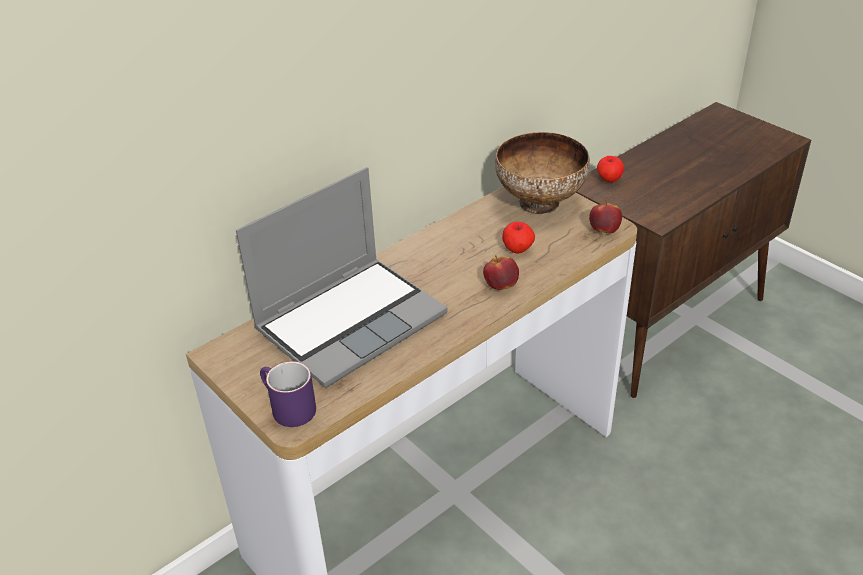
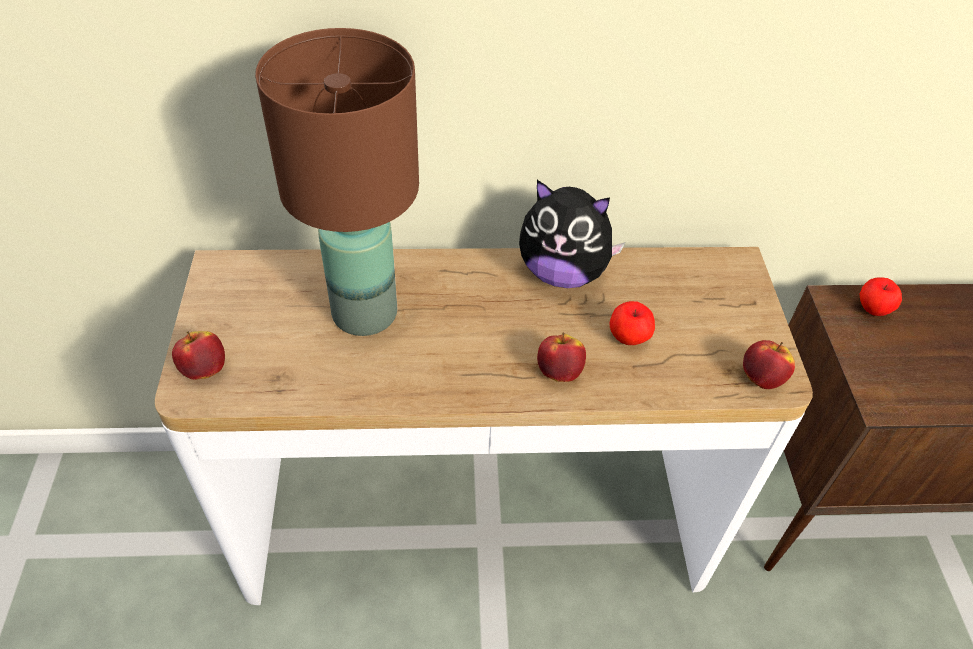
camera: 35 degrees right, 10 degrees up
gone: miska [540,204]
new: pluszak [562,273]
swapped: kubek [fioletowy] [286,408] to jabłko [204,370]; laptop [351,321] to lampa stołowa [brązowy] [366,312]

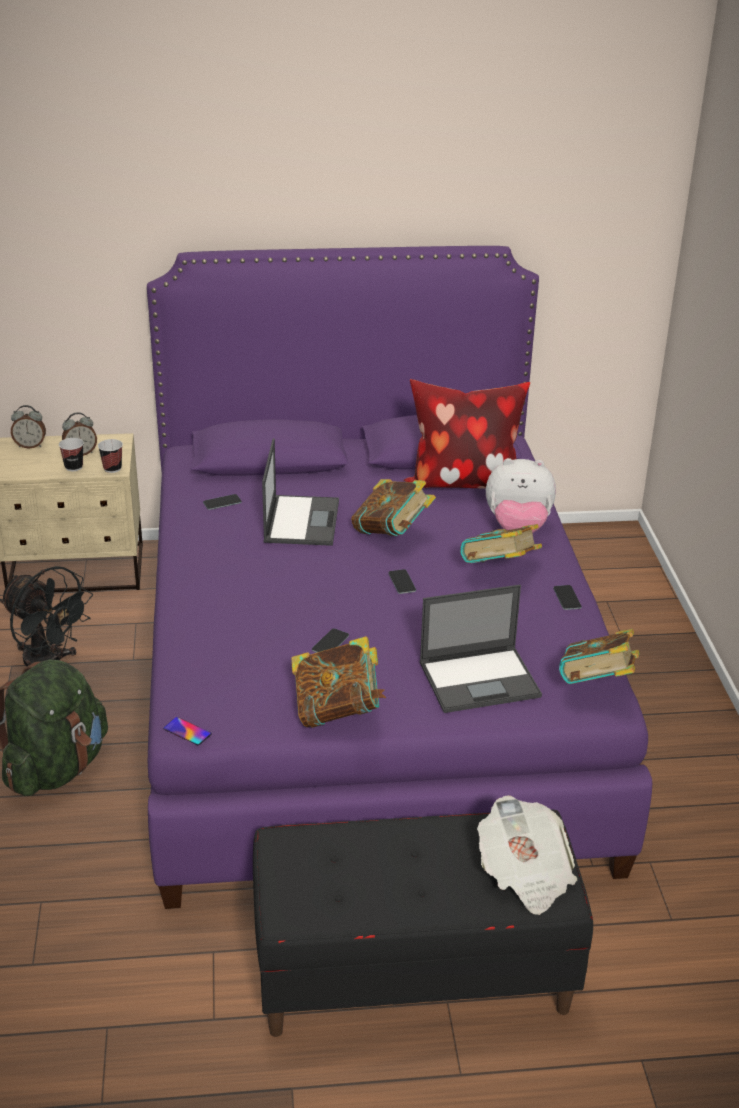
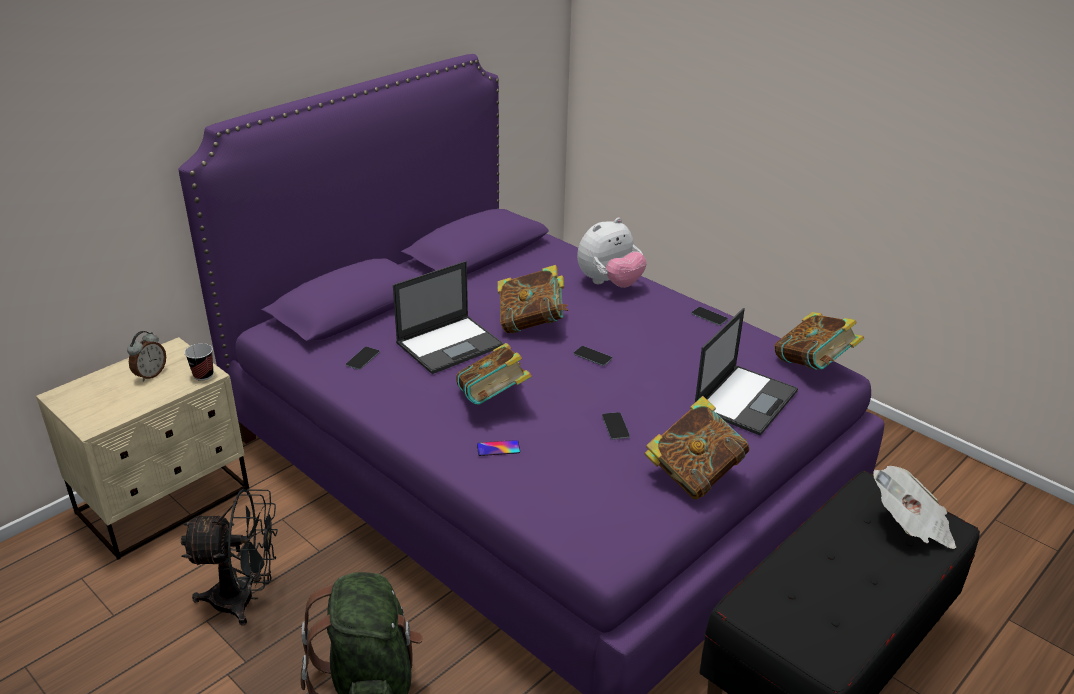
camera: 40 degrees left, 0 degrees up
gone: budzik [30,445]; filiżanka [73,467]; poduszka [463,482]
shifted: książka [499,571] to [493,400]; telefon [187,731] to [498,448]
rotated: laptop [301,520] = [450,344] 90 degrees clockwise

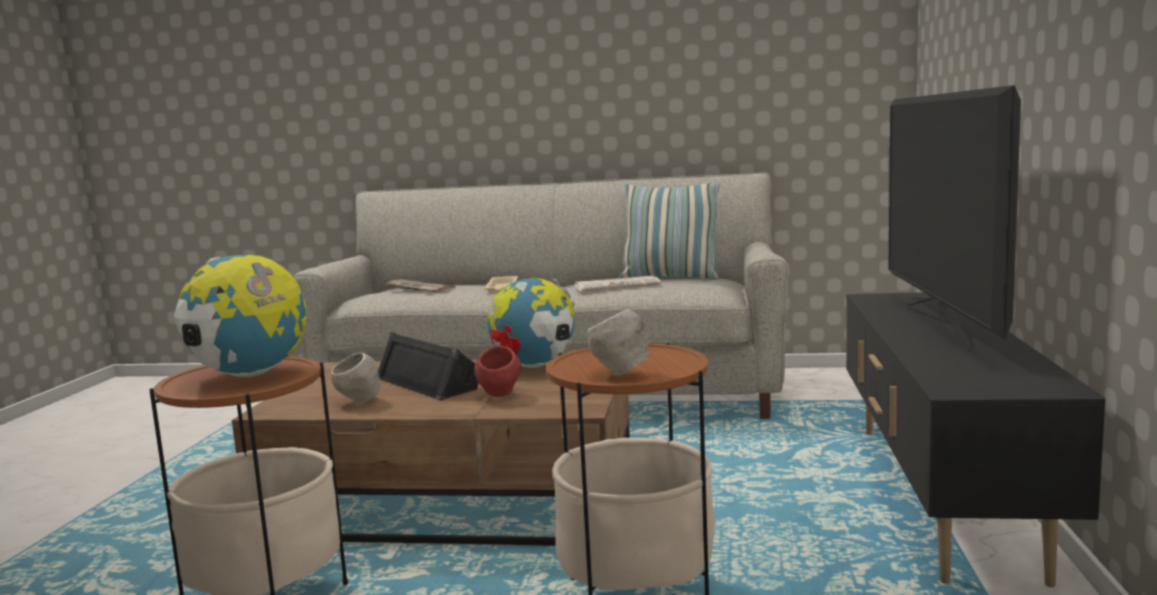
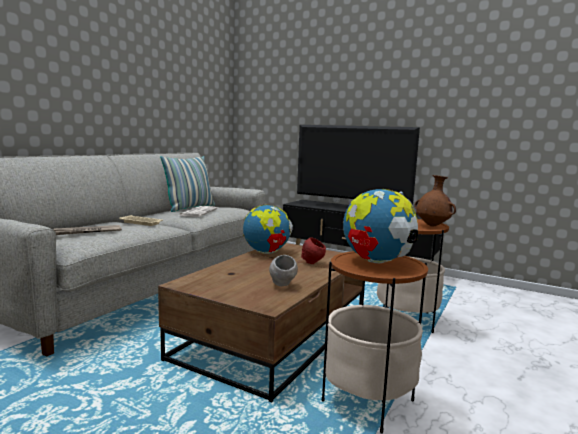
camera: 70 degrees left, 0 degrees up
gone: głośnik [czarny] [430,382]
swapped: miska [szary] [619,373] to wazon [brązowy] [433,226]

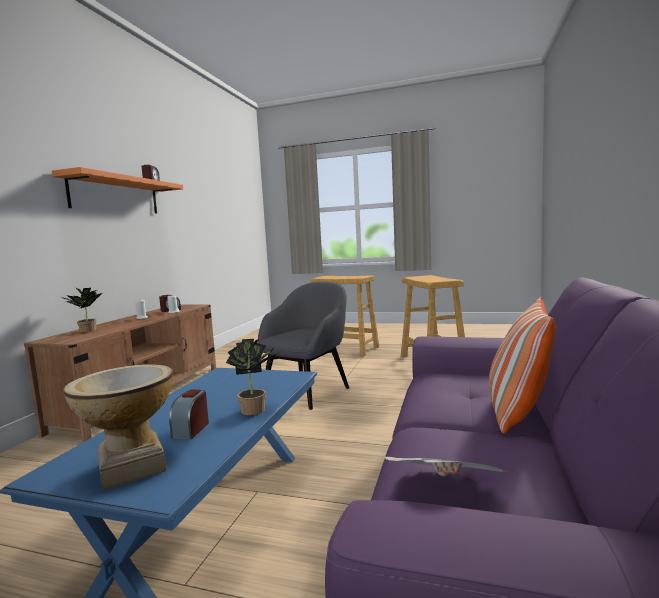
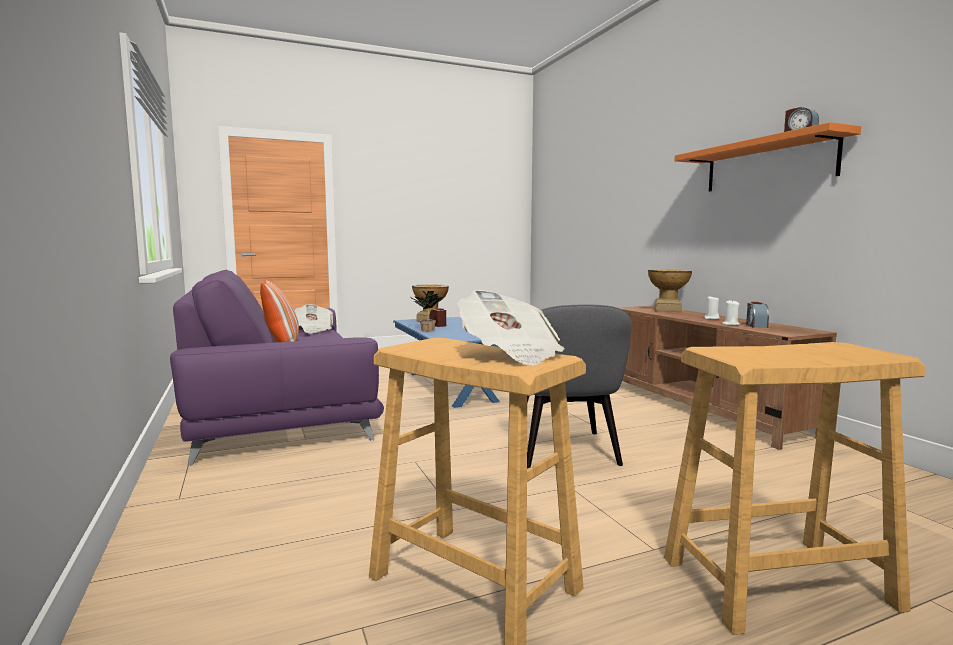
camera: 140 degrees right, 0 degrees up
new: gazeta [510,354]
swapped: roślina doniczkowa [85,331] to wazon [667,310]

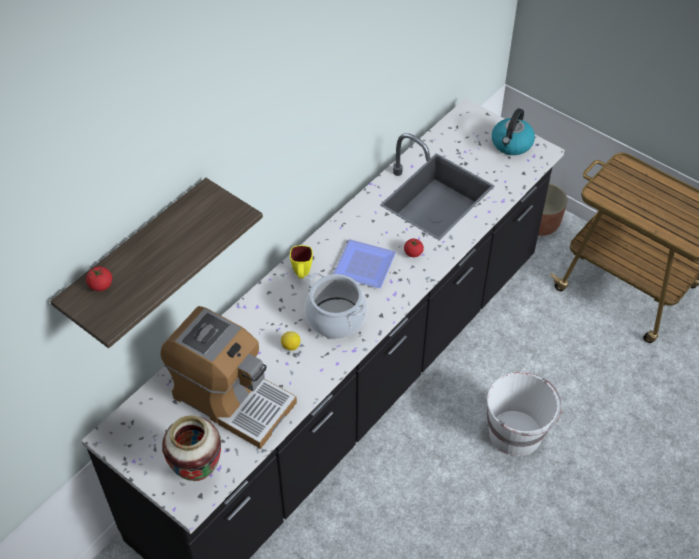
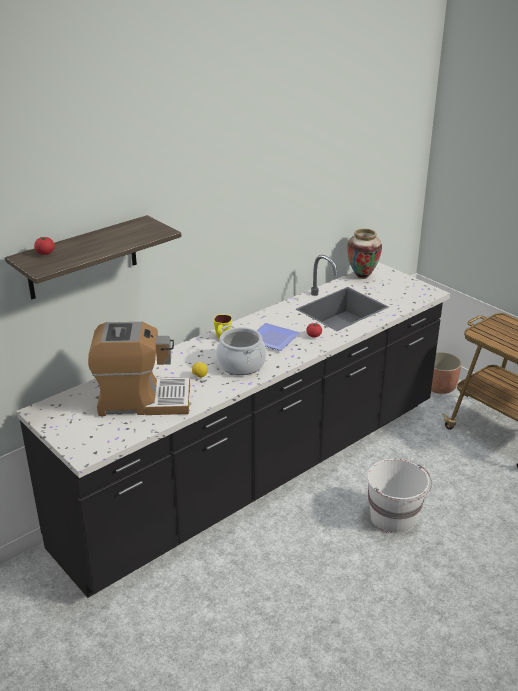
camera: 10 degrees right, 20 degrees down
gone: czajnik [511,144]
shifted: wazon [197,471] to [362,276]
rotated: ekspres do kawy [232,399] = [142,400] 45 degrees counterclockwise

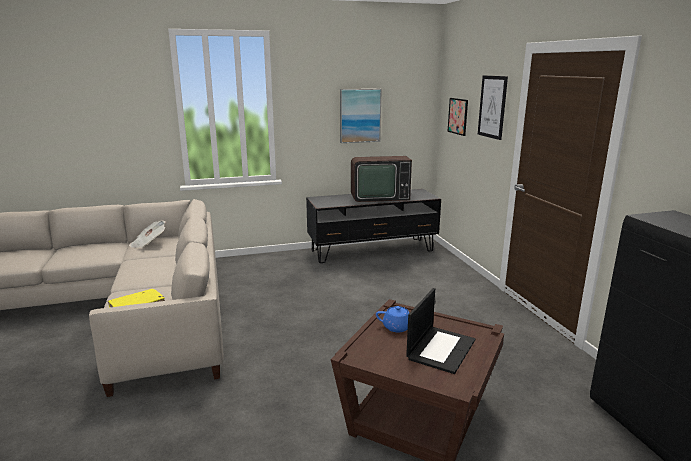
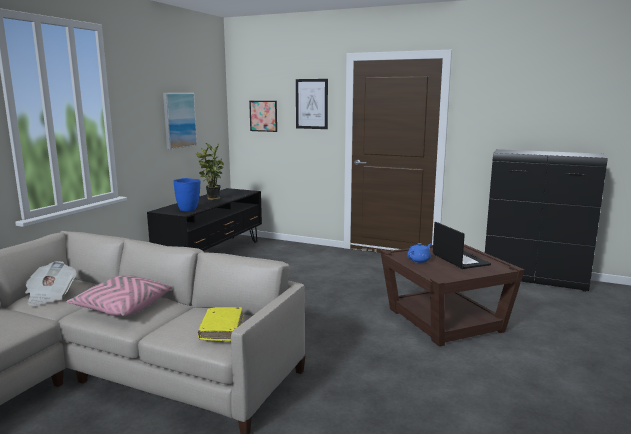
camera: 50 degrees left, 5 degrees down
new: poduszka [różowy] [122,307]; wazon [niebieski] [188,209]
swapped: telewizor [378,197] to roślina doniczkowa [212,199]

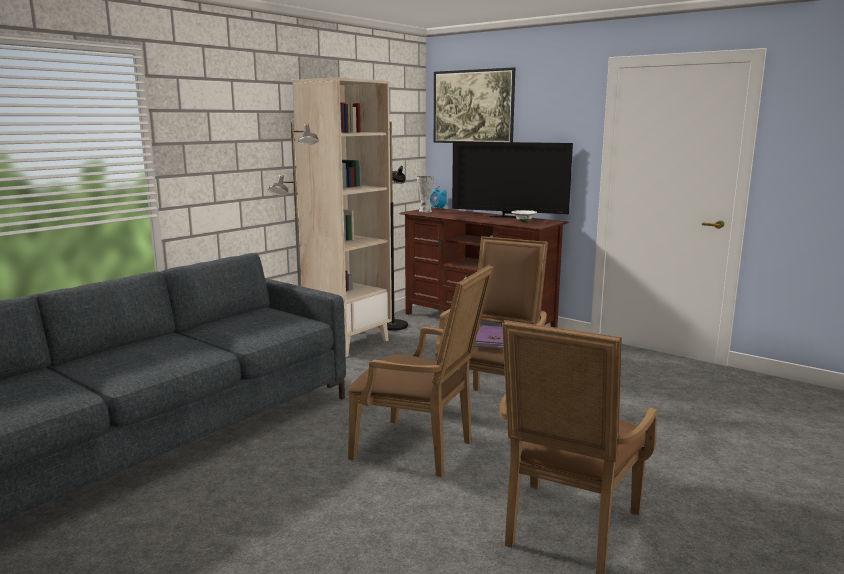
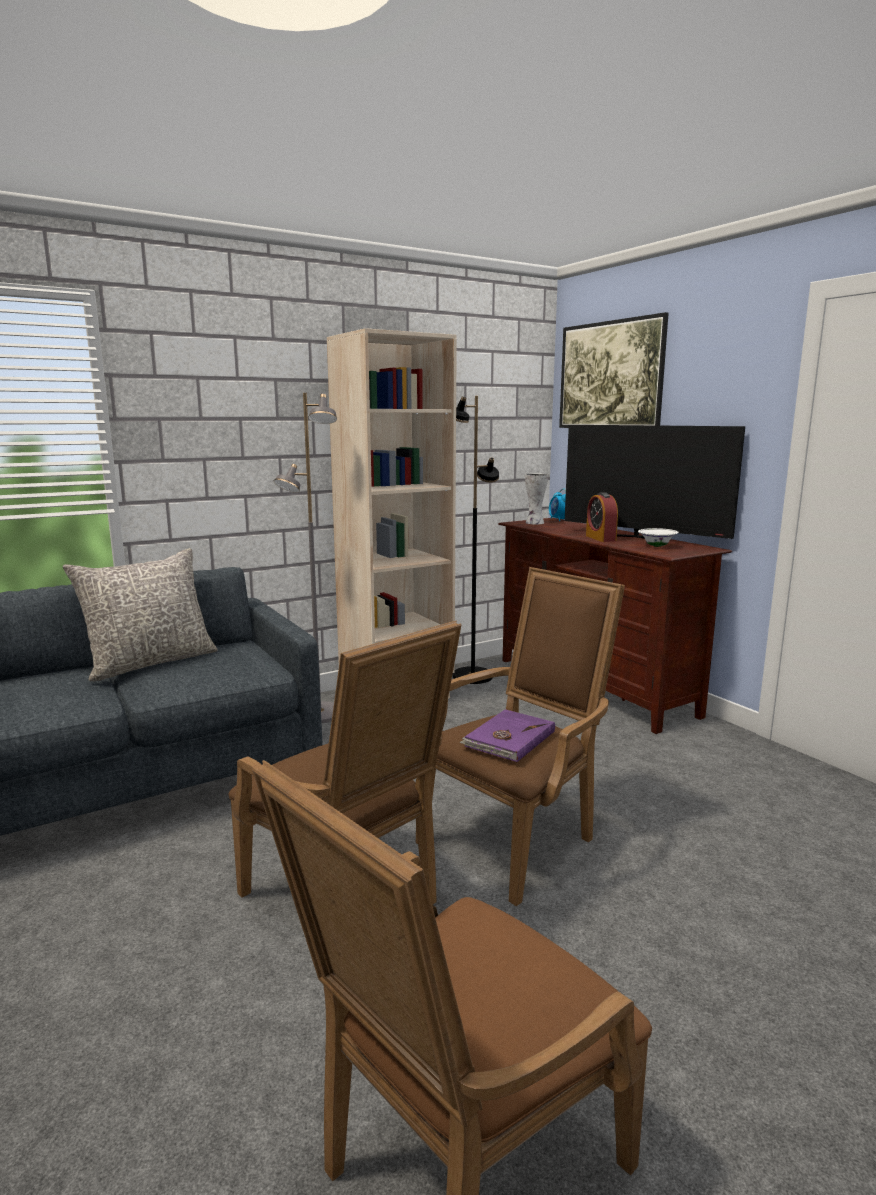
camera: 20 degrees right, 0 degrees up
new: poduszka [szary] [150,662]; budzik [600,538]

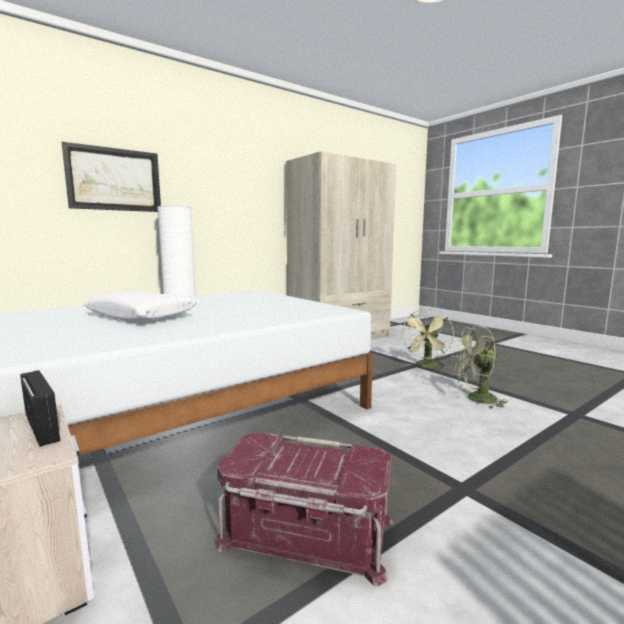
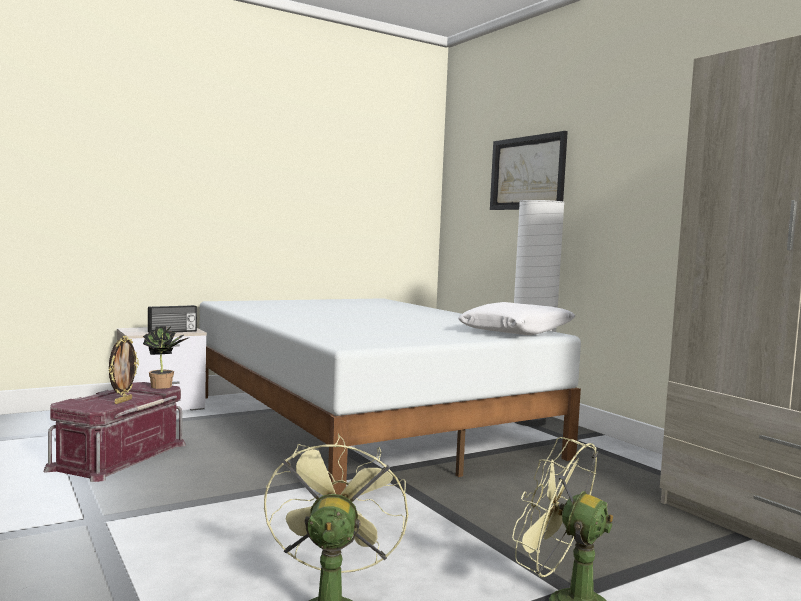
camera: 95 degrees right, 5 degrees down
new: ramka na zdjęcie [122,401]; roślina doniczkowa [164,386]
shifted: poduszka [biały] [141,316] to [518,331]

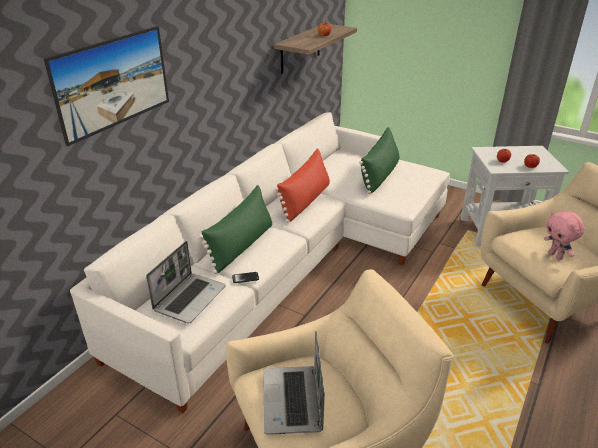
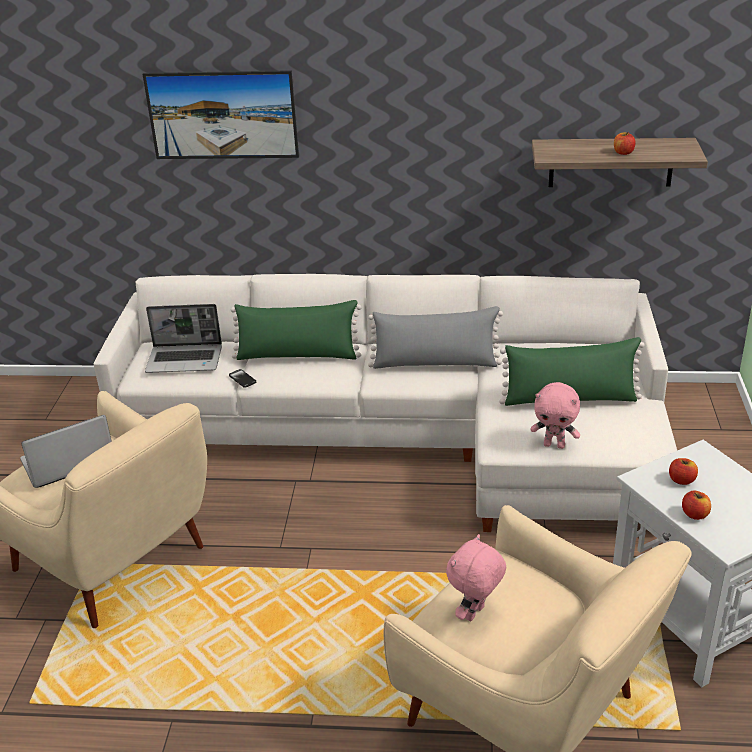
camera: 65 degrees right, 0 degrees up
new: pluszak [różowy] [554,445]
repainted: poduszka [czerwony] [305,201] to poduszka [szary] [435,363]

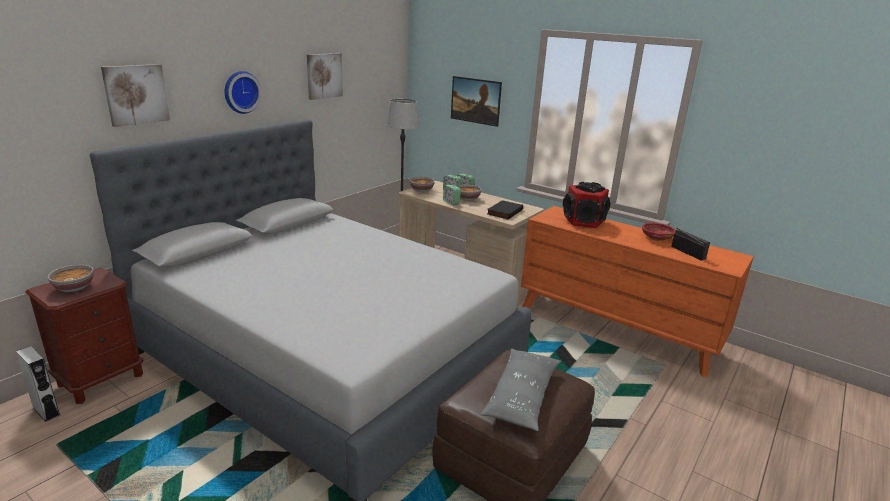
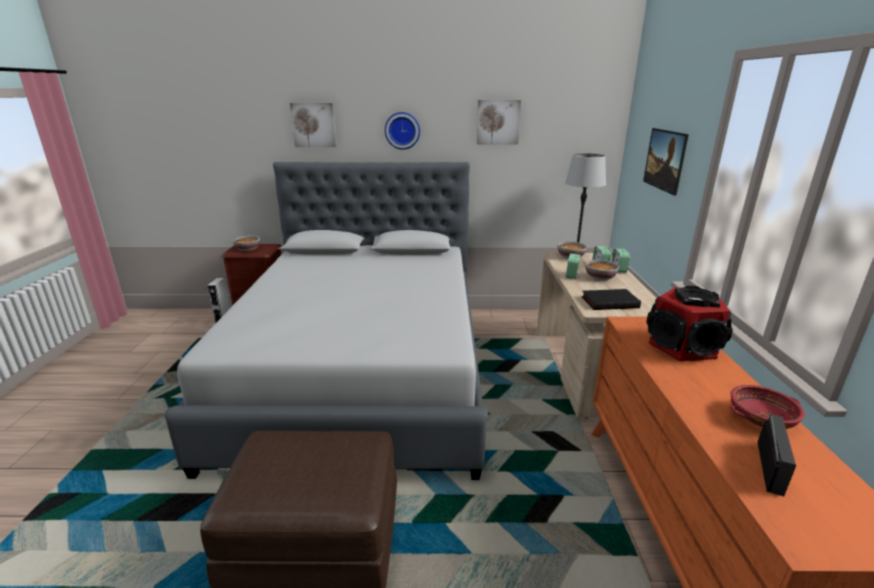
camera: 55 degrees right, 0 degrees up
gone: poduszka [szary] [521,397]

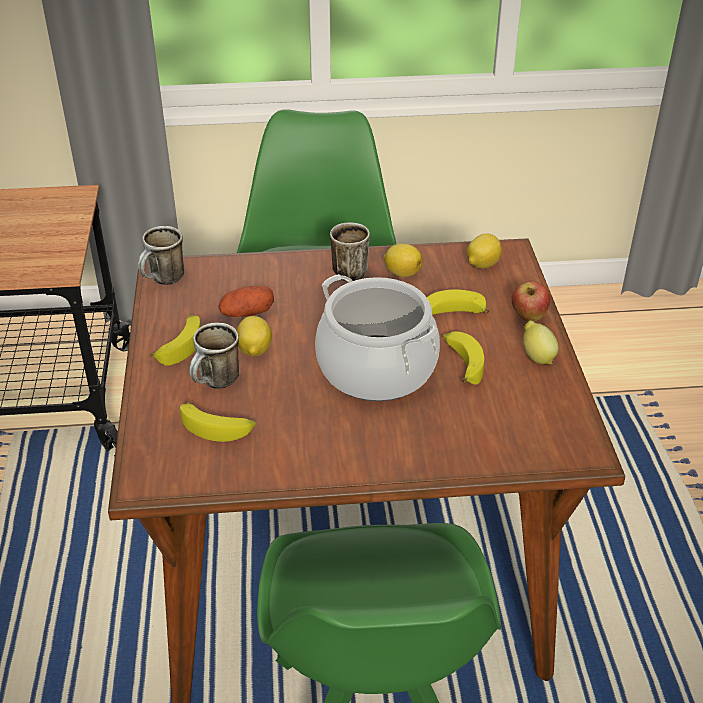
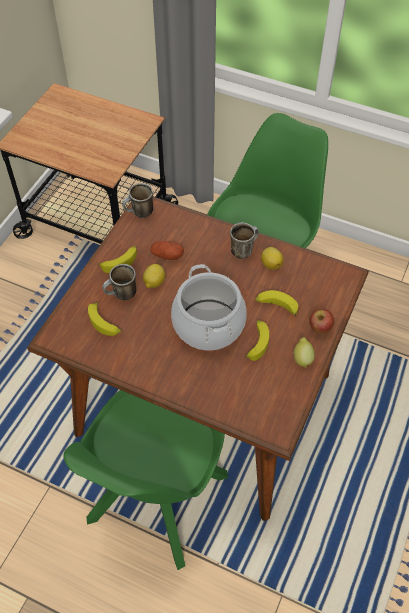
camera: 30 degrees right, 15 degrees up
gone: cytryna [482,265]

